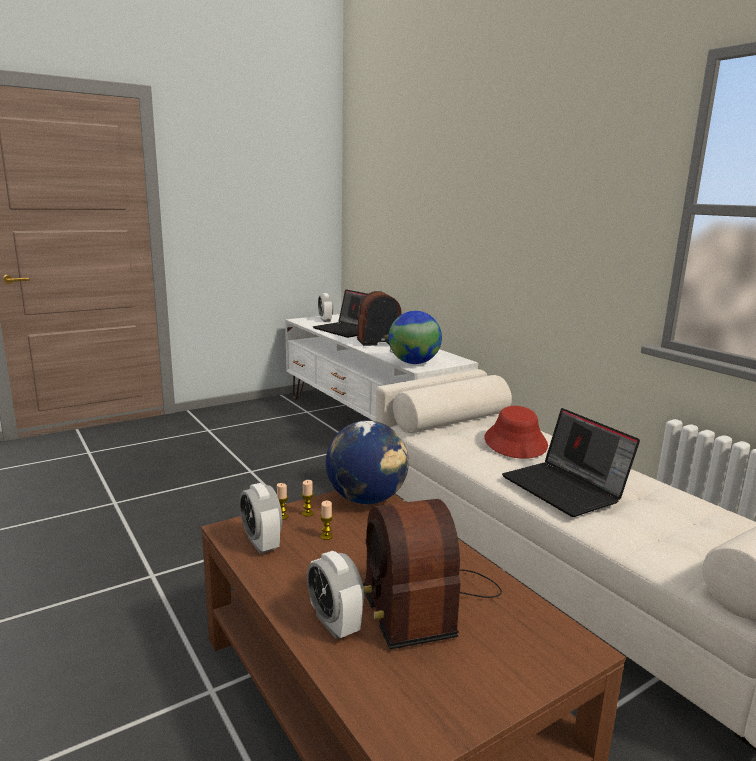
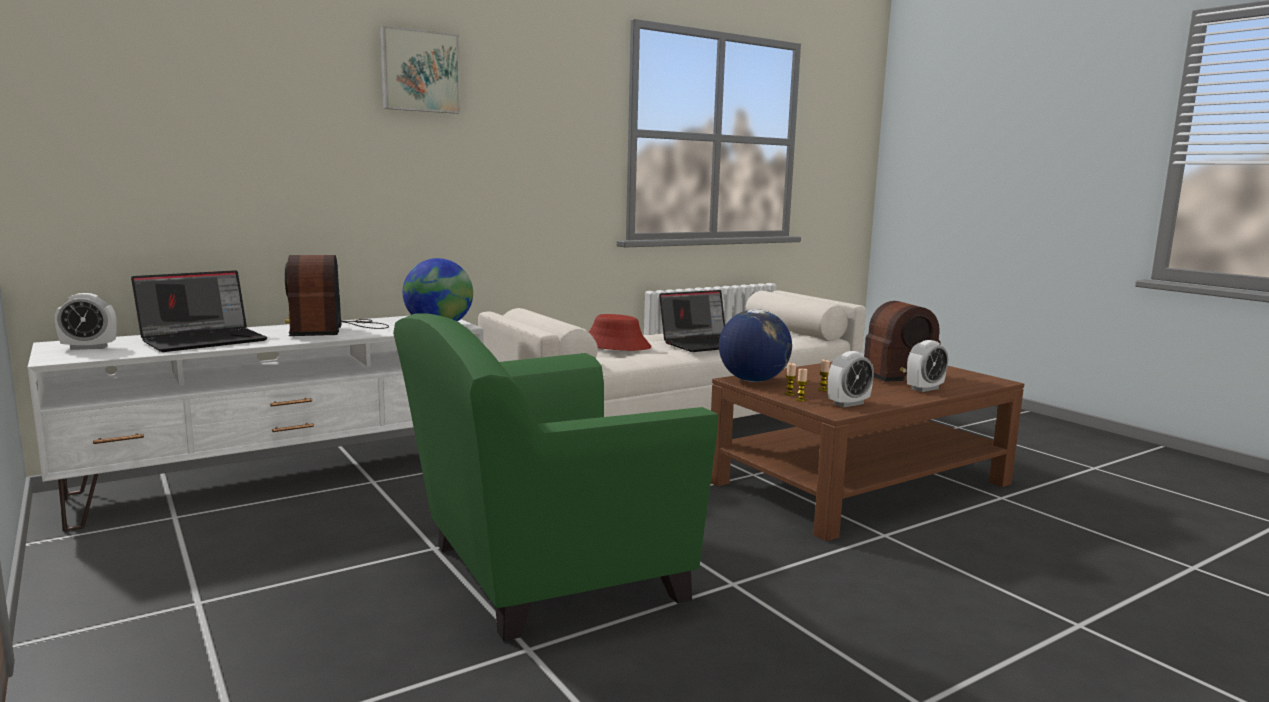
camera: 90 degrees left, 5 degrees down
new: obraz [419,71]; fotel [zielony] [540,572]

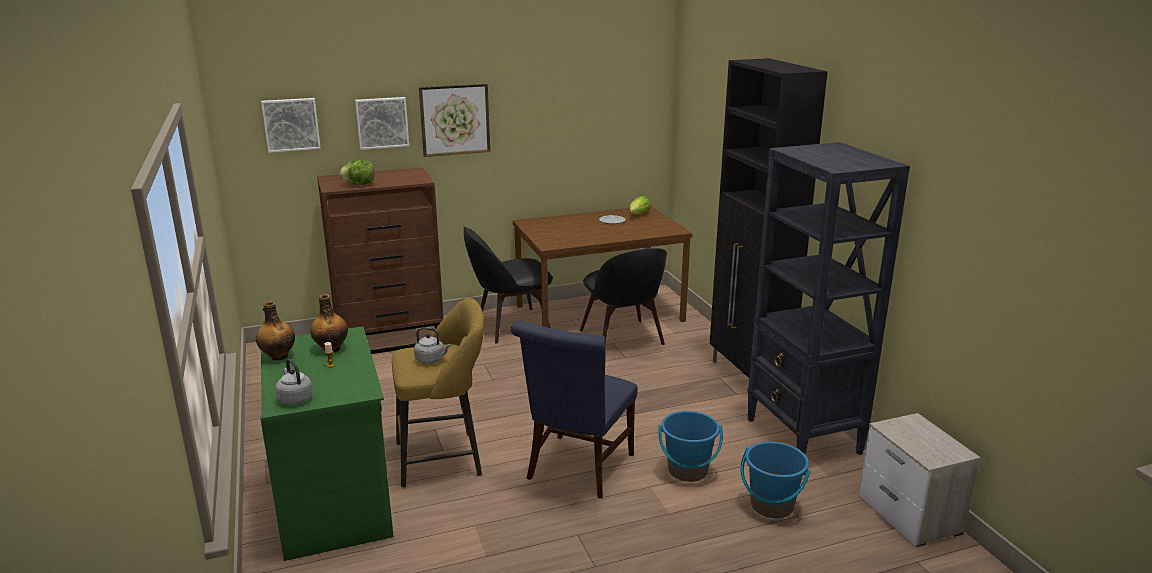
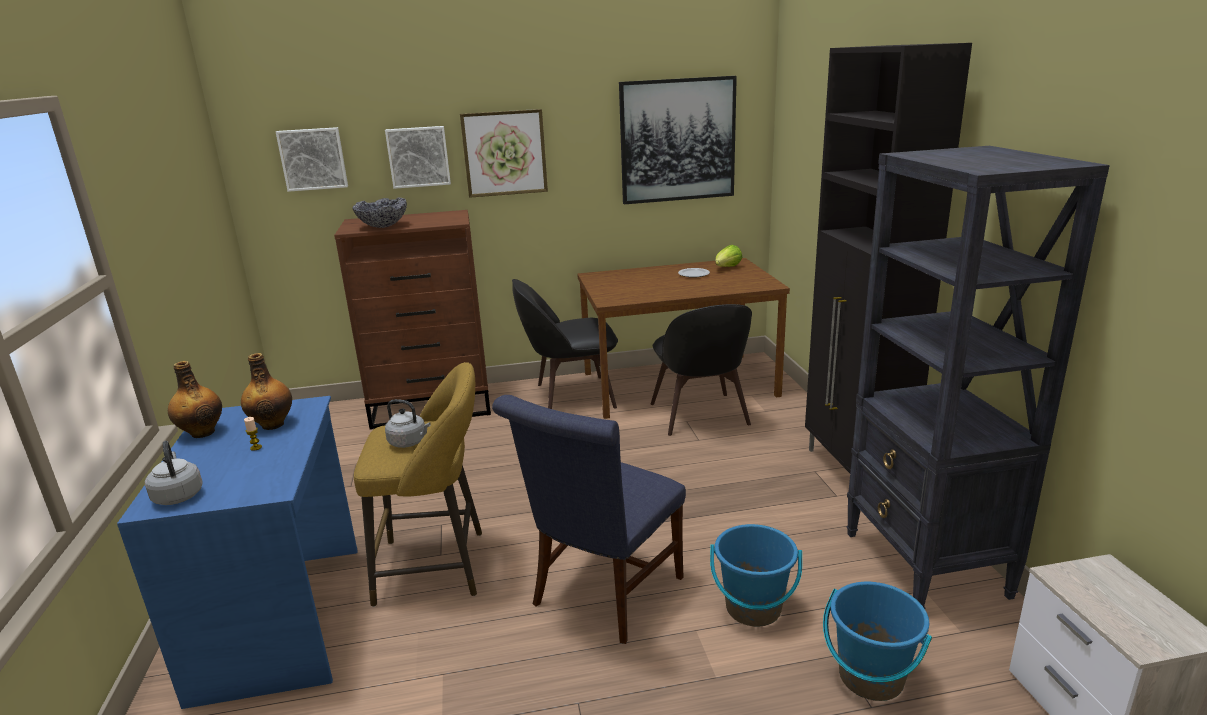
camera: 10 degrees right, 0 degrees up
new: obraz [677,140]
swapped: sałata [359,184] to miska [383,226]
repainted: biurko [zielony] [335,500] to biurko [niebieski] [283,619]

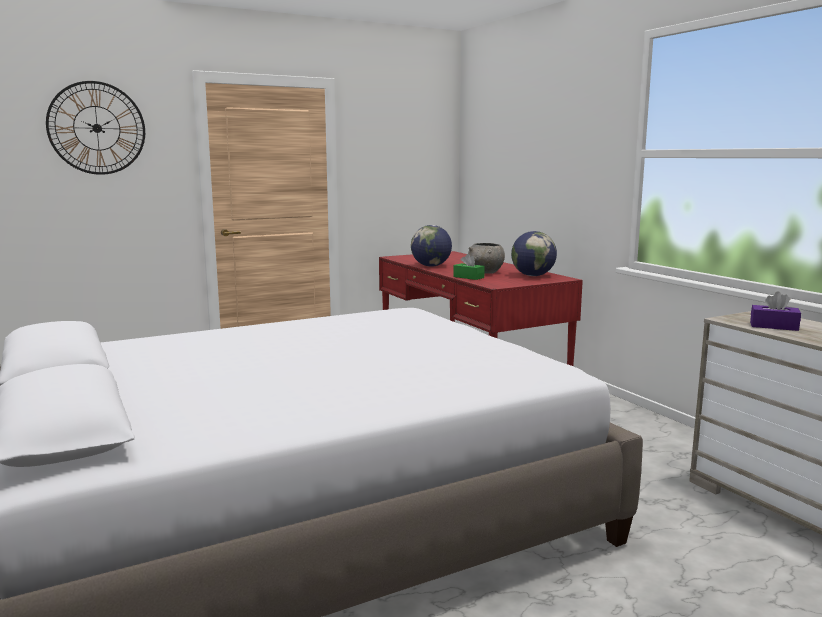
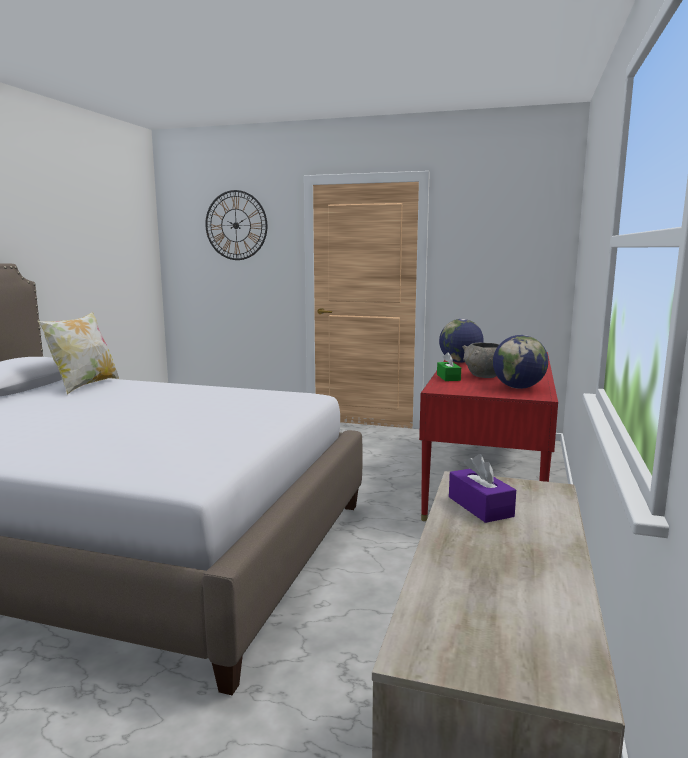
camera: 45 degrees right, 0 degrees up
new: poduszka [84,385]

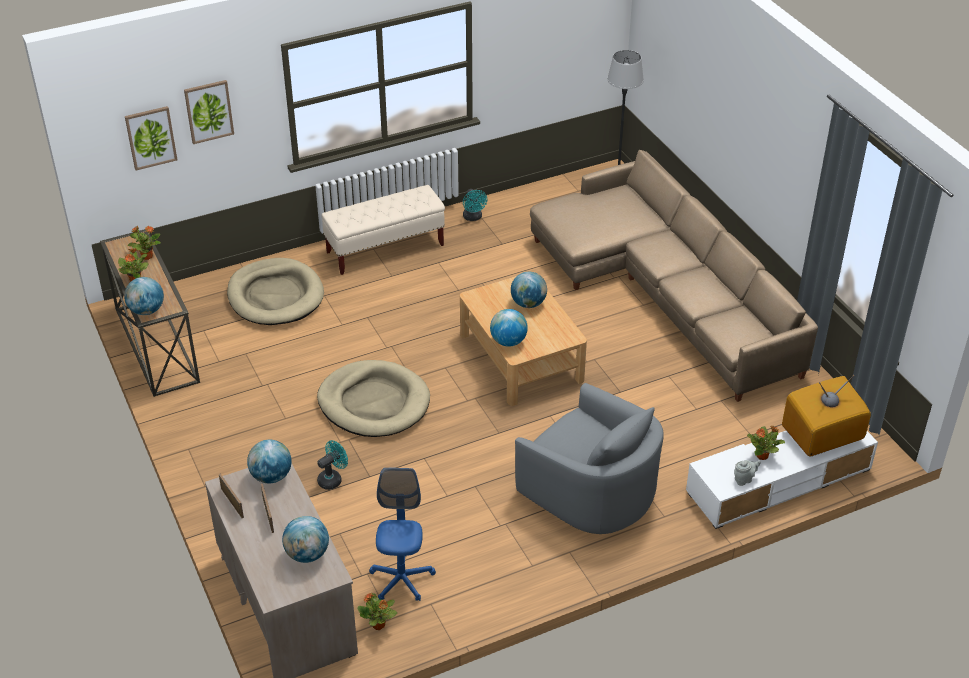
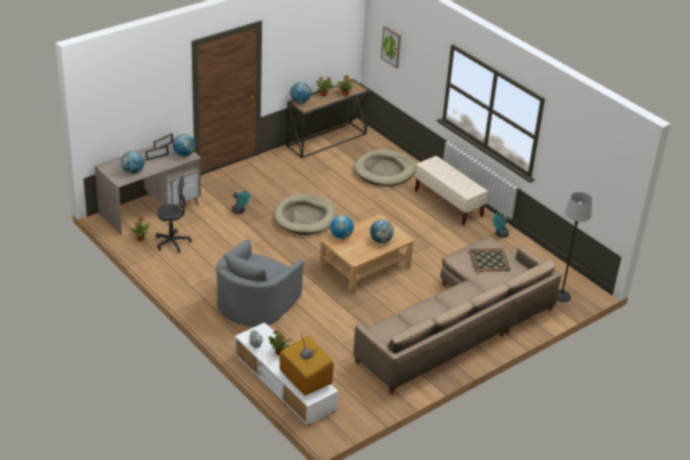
camera: 75 degrees right, 5 degrees down
gone: obraz [209,111]
new: taca [489,260]
repainted: krzesło biurowe [niebieski] [401,579] to krzesło biurowe [szary] [172,242]

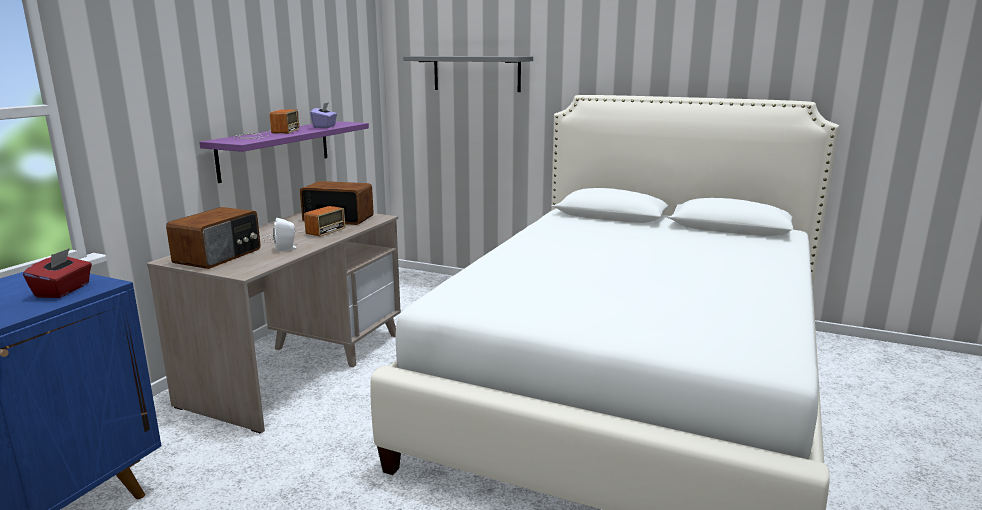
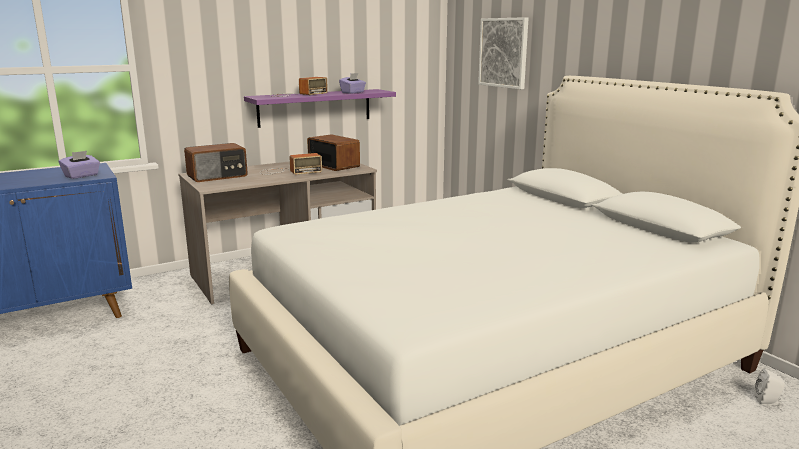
camera: 35 degrees right, 0 degrees up
shifted: głośnik [biały] [287,249] to [768,401]
swapped: półka [szary] [476,73] to obraz [503,52]
repainted: pudełko chusteczek [czerwony] [63,290] to pudełko chusteczek [fioletowy] [82,175]

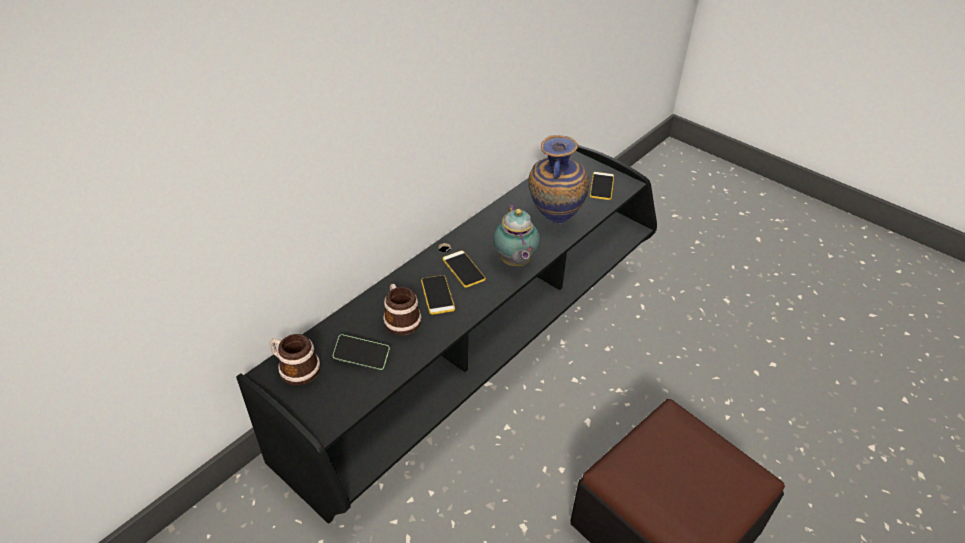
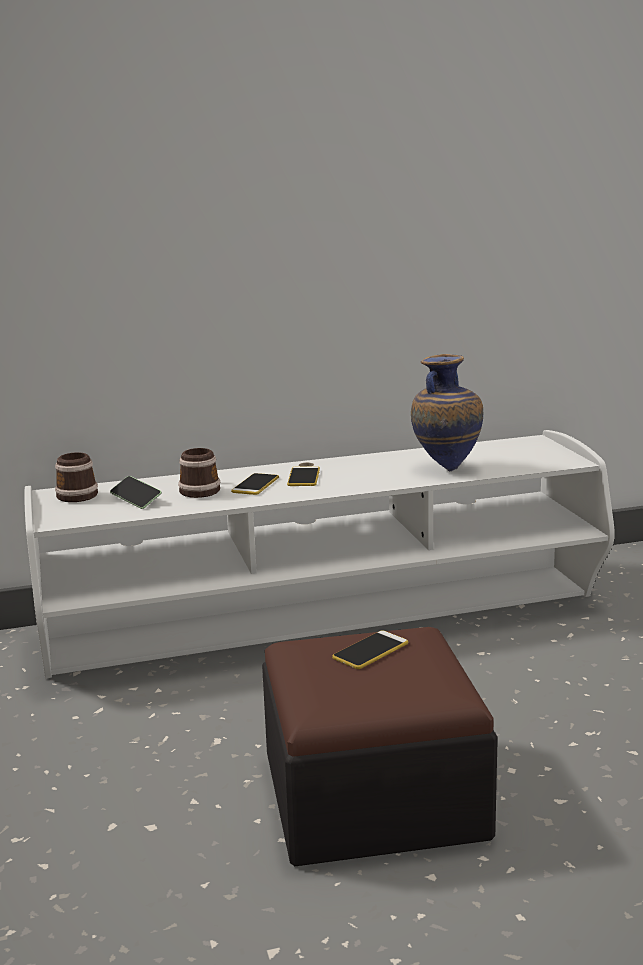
camera: 35 degrees right, 25 degrees down
gone: imbryk [515,263]
shifted: telefon [601,186] to [370,651]
repainted: szafka pod telewizor [czarny] [480,355] to szafka pod telewizor [biały] [327,620]

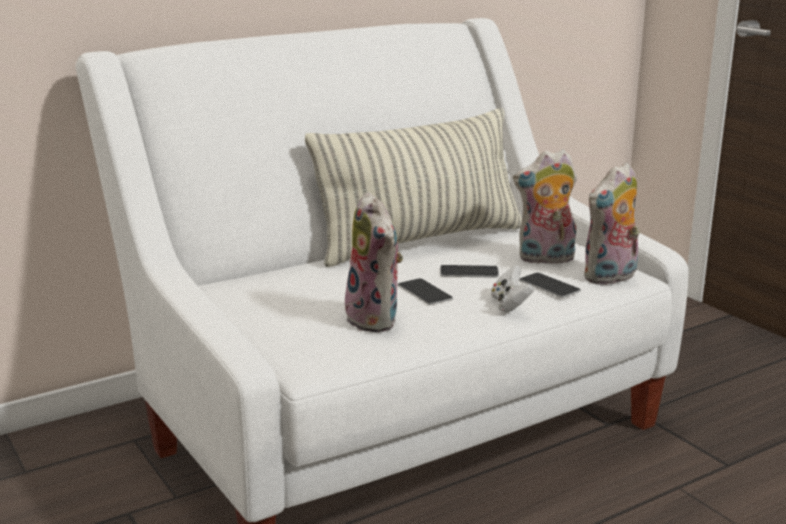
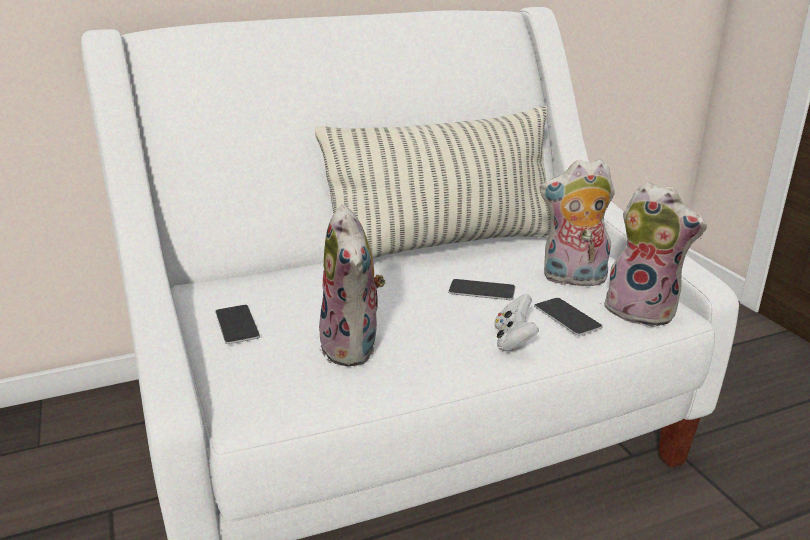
camera: 10 degrees right, 5 degrees up
shifted: telefon [424,292] to [237,324]
rotated: pluszak [610,278] = [643,311] 120 degrees counterclockwise

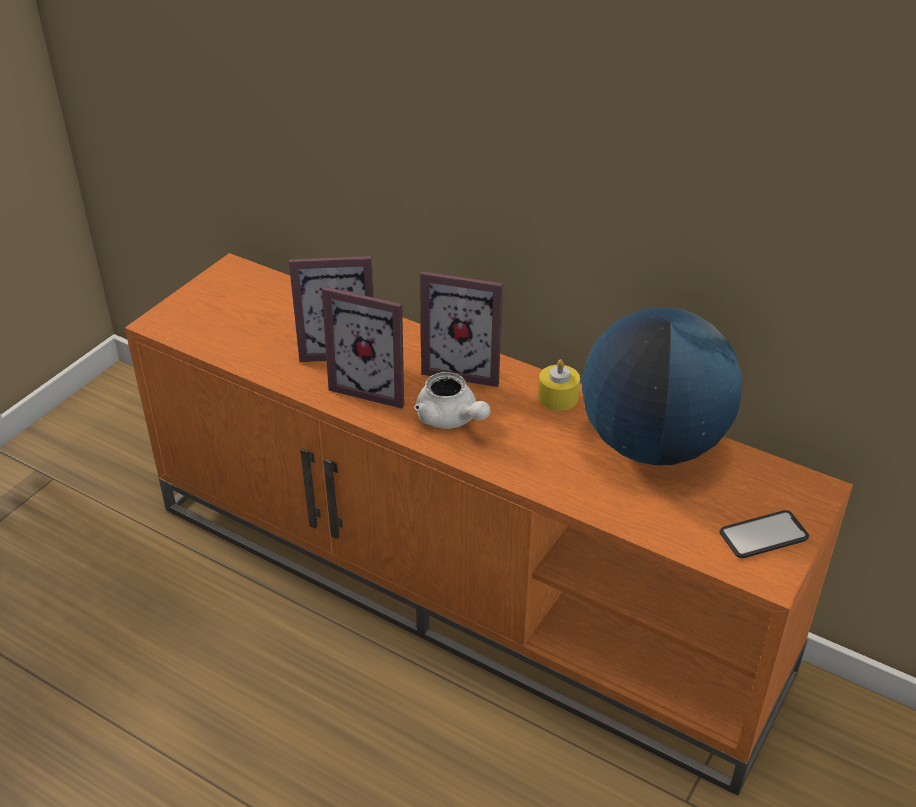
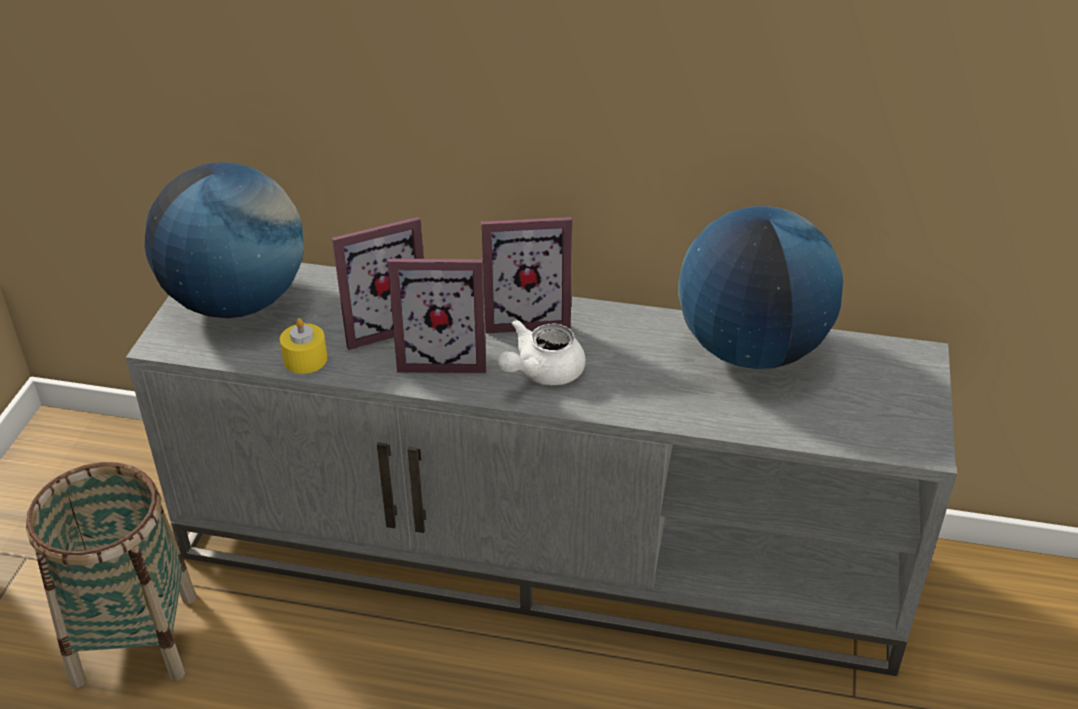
camera: 20 degrees left, 0 degrees up
gone: telefon [763,535]
new: koszyk [136,638]; globus [237,302]
shifted: świeca [żółty] [558,397] to [305,359]
repainted: szafka pod telewizor [pomarańczowy] [465,585] to szafka pod telewizor [szary] [544,548]
rotated: imbryk [biały] [451,419] = [542,372] 105 degrees clockwise

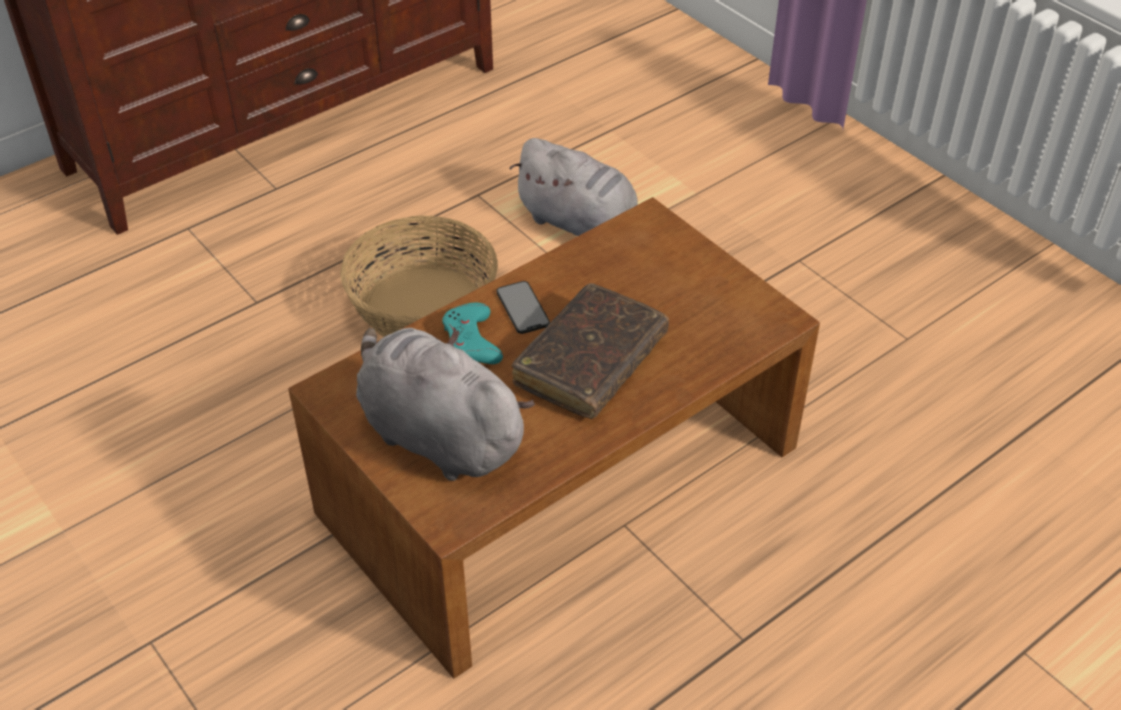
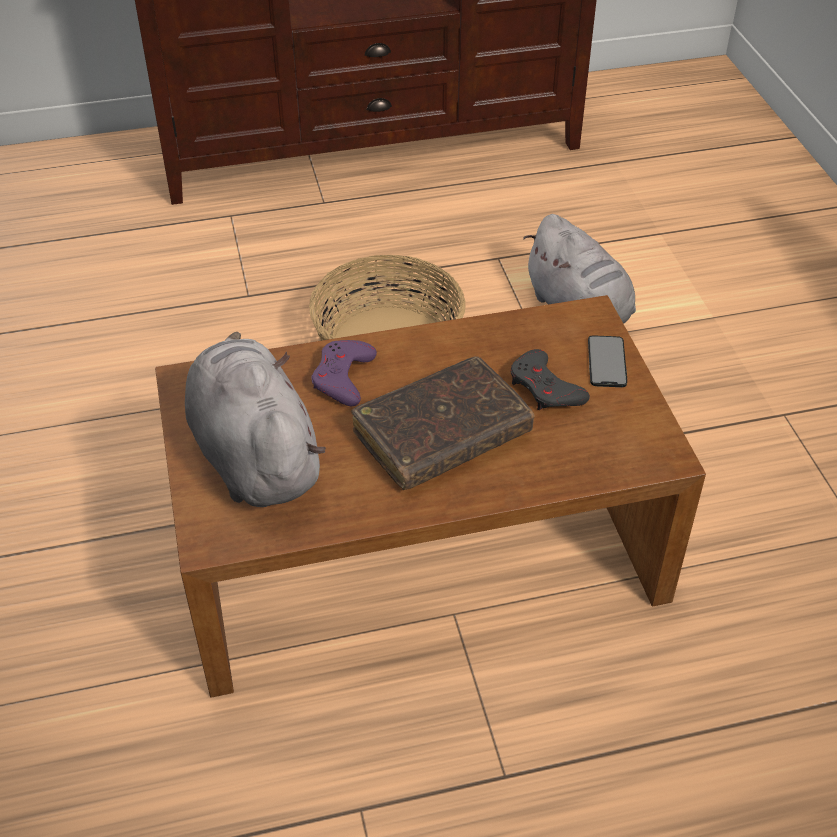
camera: 25 degrees right, 0 degrees up
new: pad do gier [szary] [545,388]
shifted: telefon [522,307] to [607,361]
repainted: pad do gier [turkusowy] [471,341] to pad do gier [fioletowy] [343,377]

